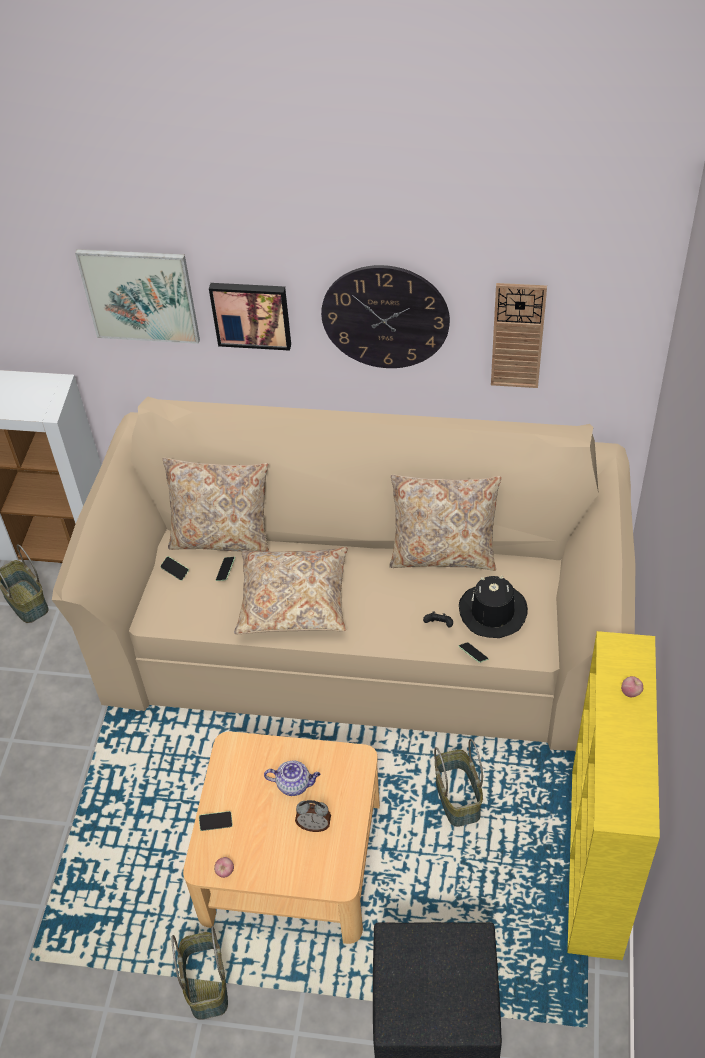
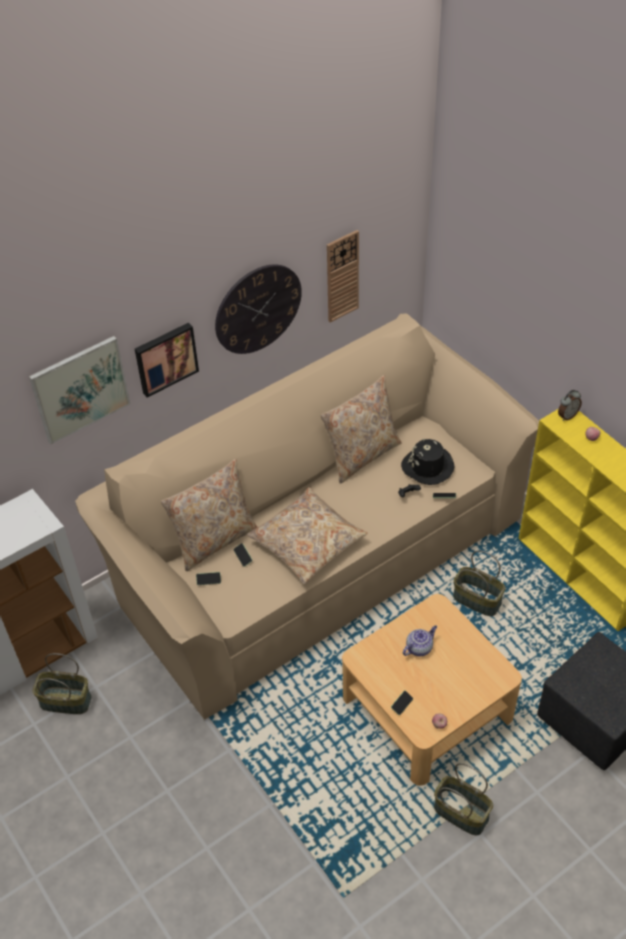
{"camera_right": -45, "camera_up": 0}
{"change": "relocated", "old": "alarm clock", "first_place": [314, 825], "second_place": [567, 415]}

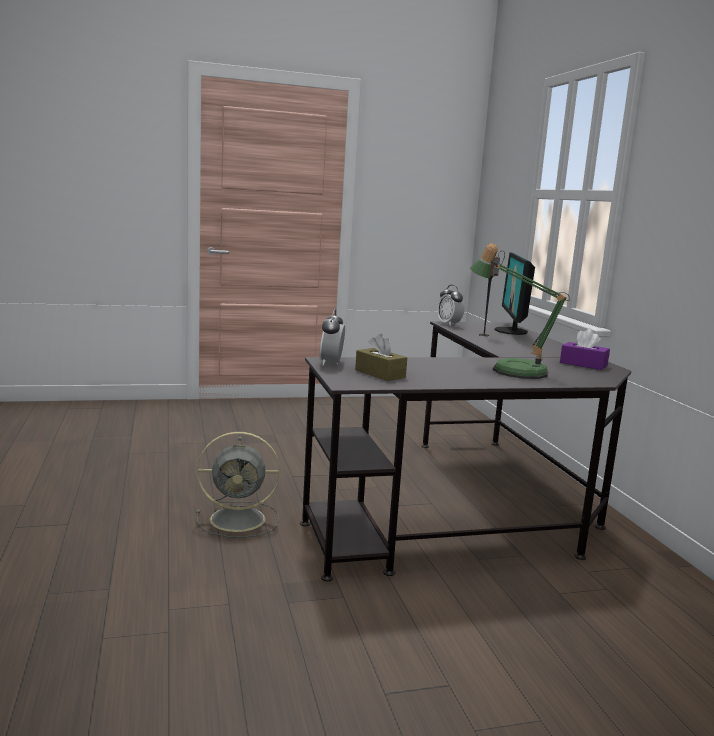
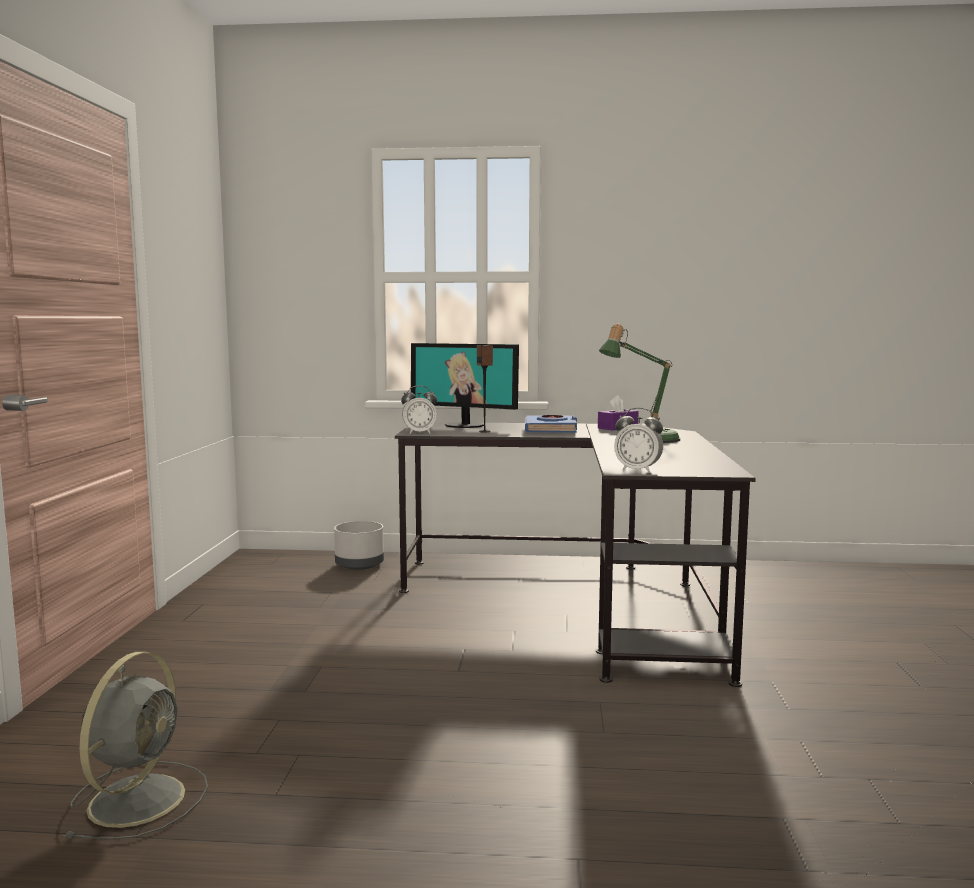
{"camera_right": -70, "camera_up": -5}
{"change": "relocated", "old": "fan (grey)", "first_place": [240, 519], "second_place": [139, 798]}
{"change": "appeared", "new": "planter (grey)", "second_place": [359, 565]}
{"change": "appeared", "new": "book (blue)", "second_place": [550, 429]}
{"change": "missing", "old": "tissue box (brown)", "first_place": [380, 374]}

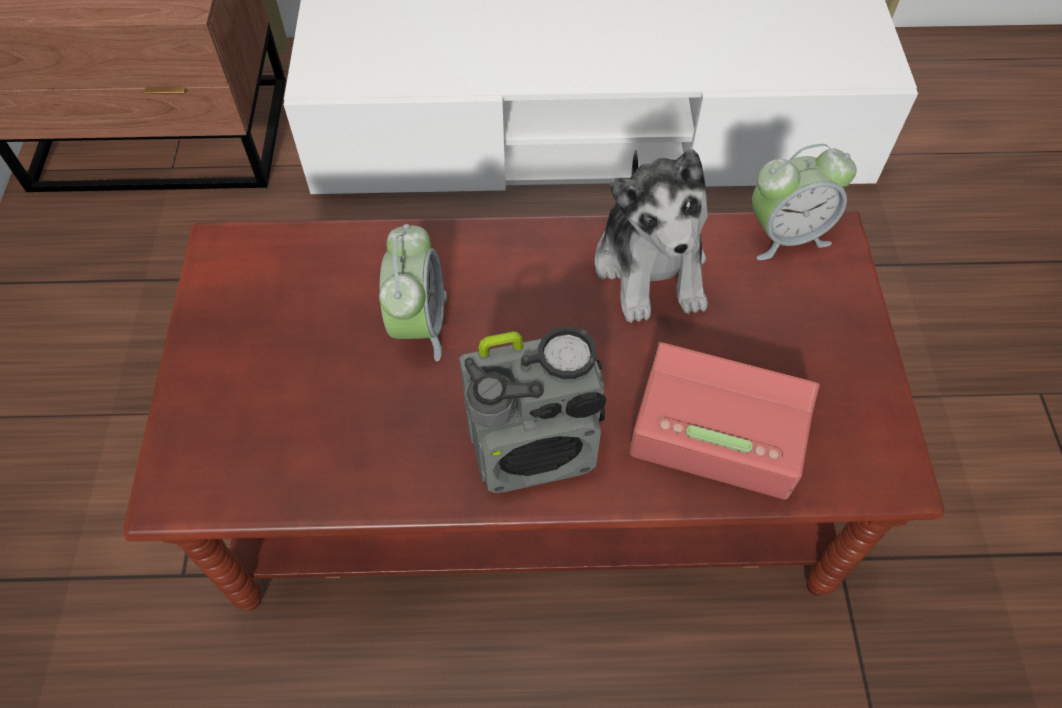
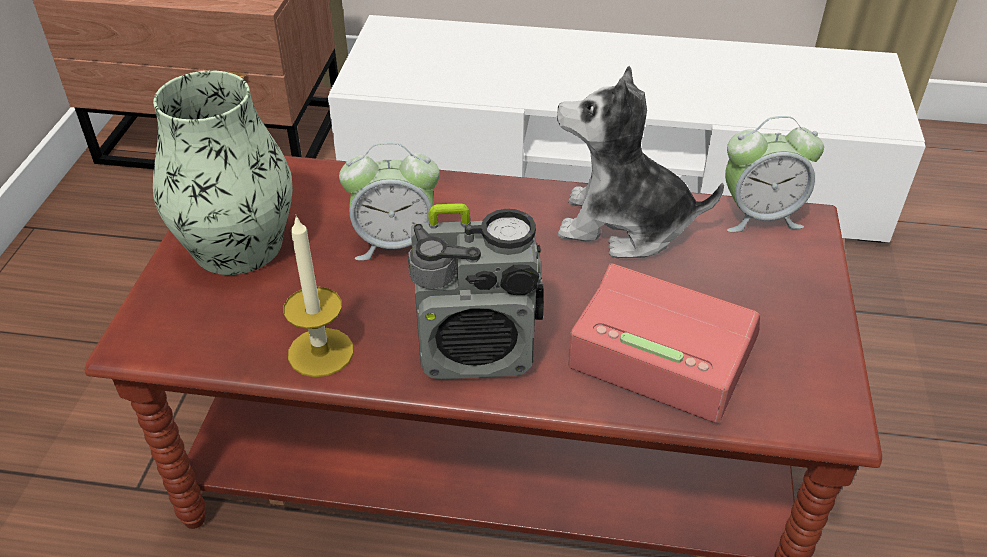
{"camera_right": 10, "camera_up": -15}
{"change": "appeared", "new": "vase", "second_place": [238, 246]}
{"change": "appeared", "new": "candle", "second_place": [320, 352]}
{"change": "spun", "old": "alarm clock", "first_place": [419, 324], "second_place": [395, 243], "degrees": 75}
{"change": "spun", "old": "plush toy", "first_place": [651, 267], "second_place": [623, 225], "degrees": 105}

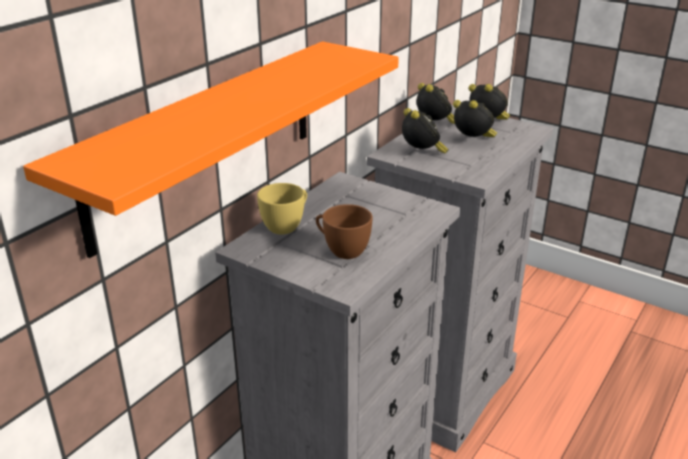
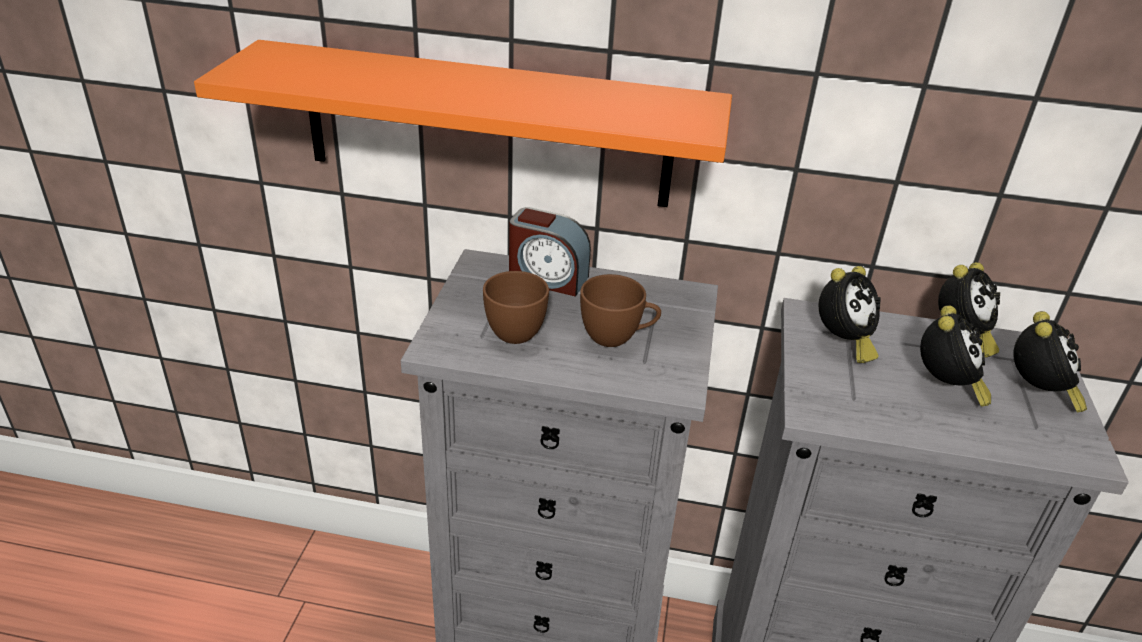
{"camera_right": 65, "camera_up": 5}
{"change": "exchanged", "old": "cup (yellow)", "new": "alarm clock", "first_place": [286, 226], "second_place": [547, 278]}
{"change": "appeared", "new": "cup (brown)", "second_place": [617, 337]}

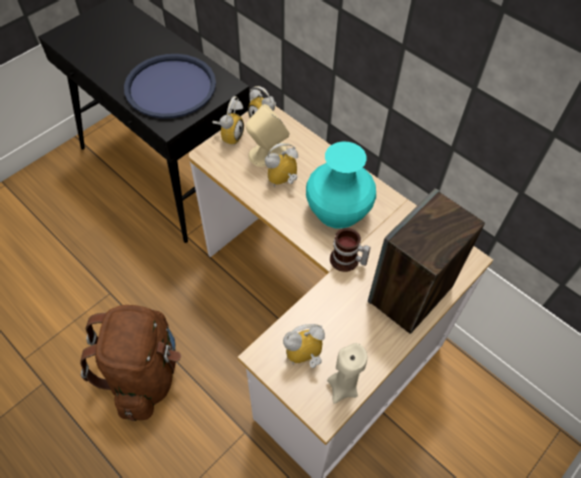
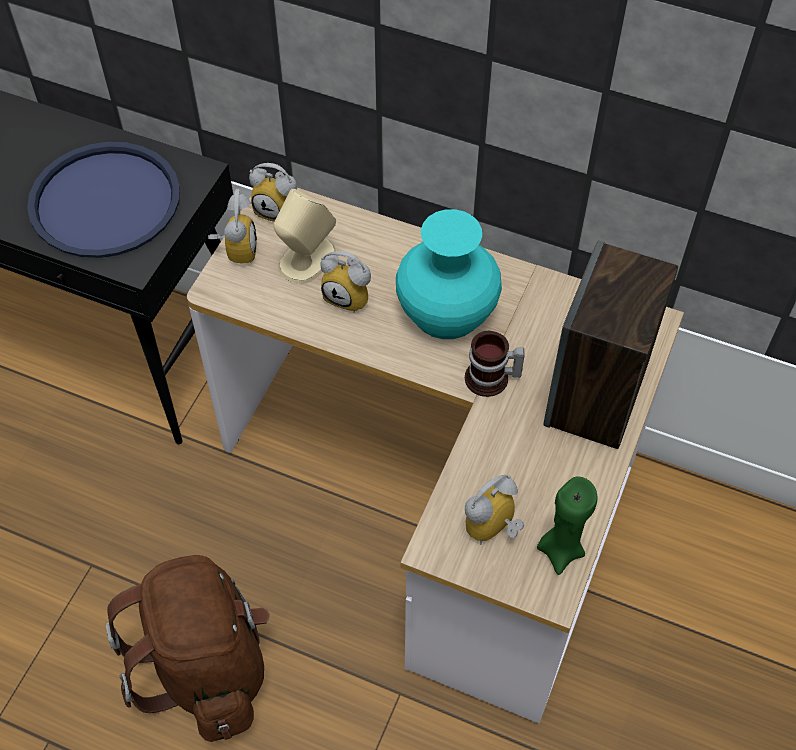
{"camera_right": -20, "camera_up": 0}
{"change": "spun", "old": "alarm clock", "first_place": [283, 182], "second_place": [350, 296], "degrees": -105}
{"change": "colour", "old": "candle (beige)", "new": "candle (green)", "first_place": [343, 387], "second_place": [560, 549]}

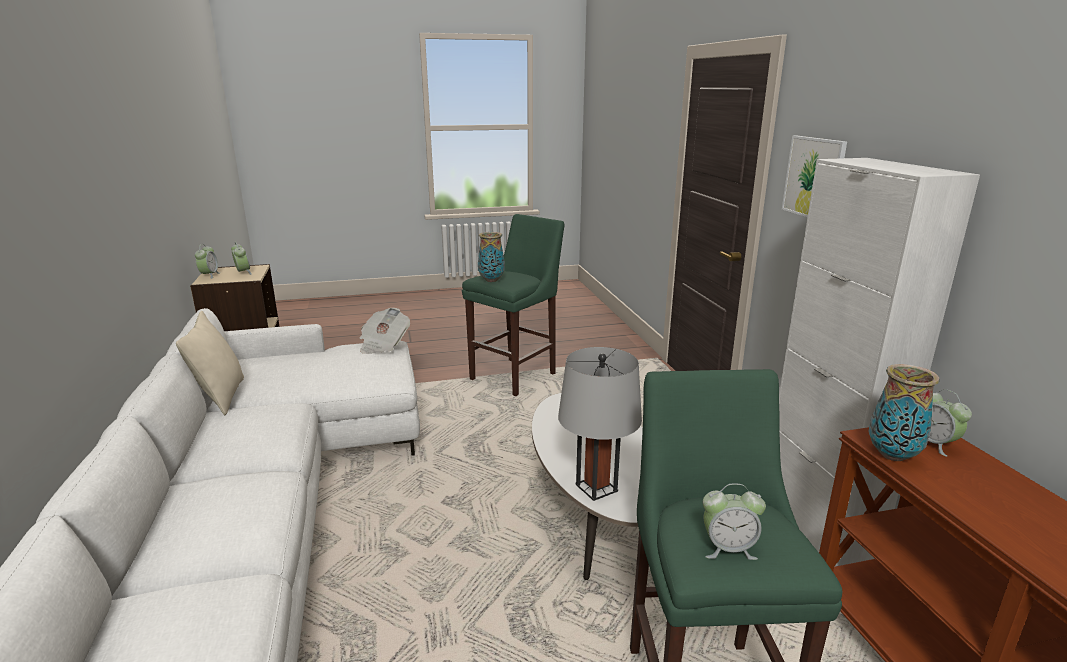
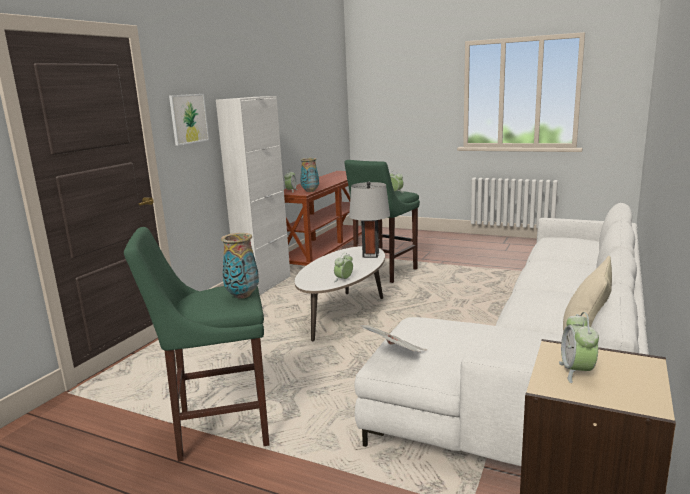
{"camera_right": -140, "camera_up": -5}
{"change": "relocated", "old": "alarm clock", "first_place": [209, 275], "second_place": [344, 280]}

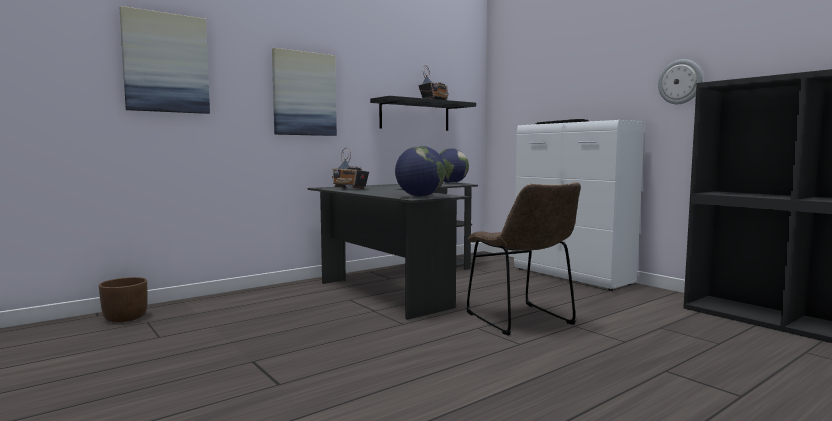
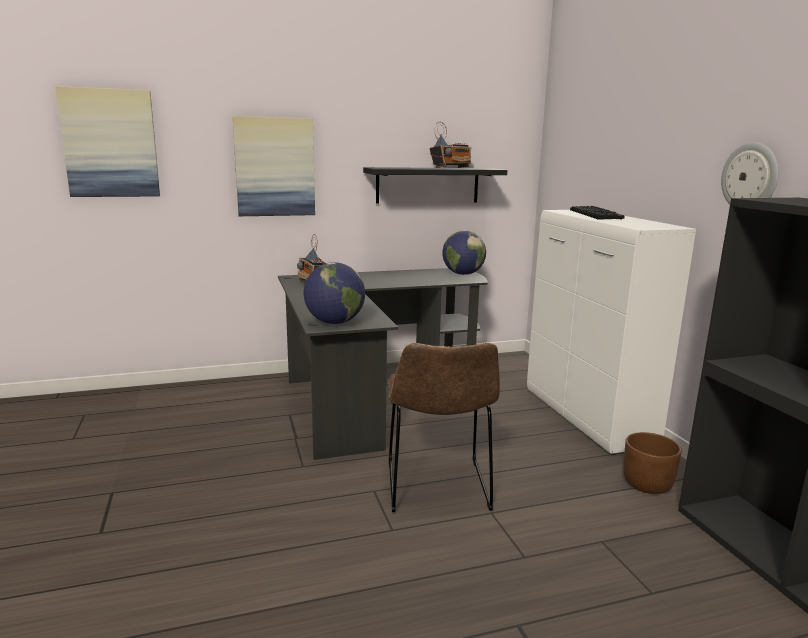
{"camera_right": 20, "camera_up": 10}
{"change": "relocated", "old": "planter (brown)", "first_place": [125, 318], "second_place": [647, 485]}

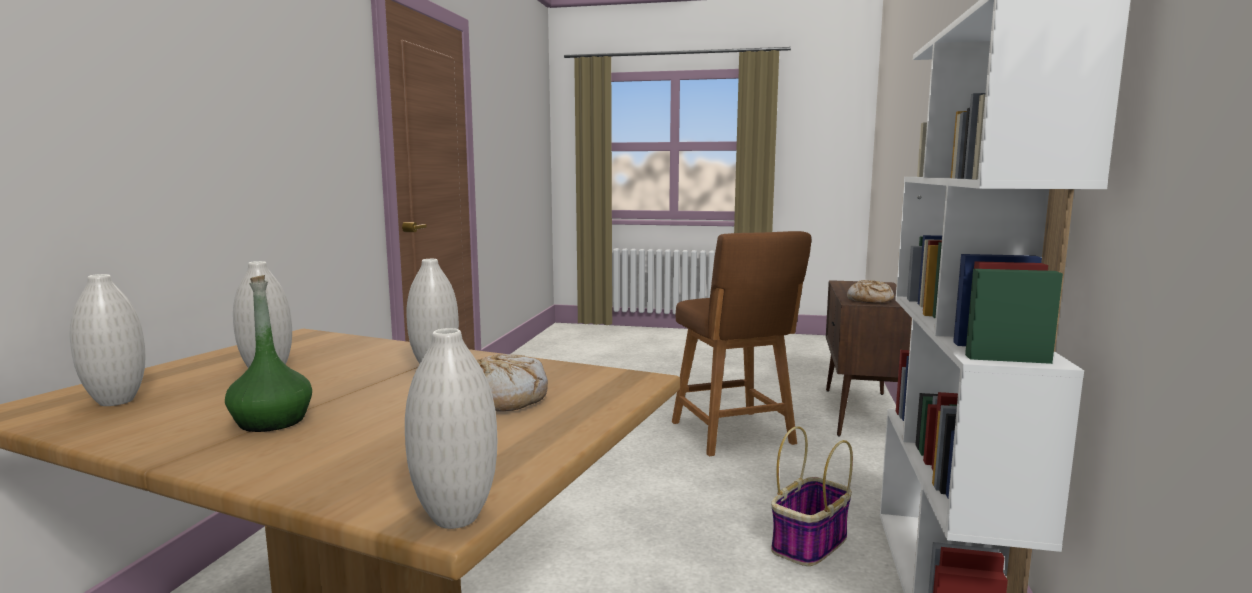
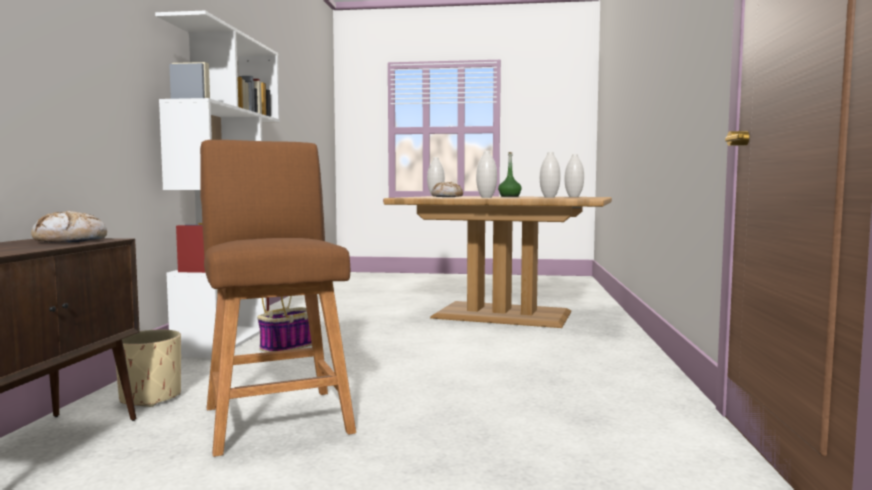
{"camera_right": 175, "camera_up": -5}
{"change": "appeared", "new": "planter (beige)", "second_place": [150, 398]}

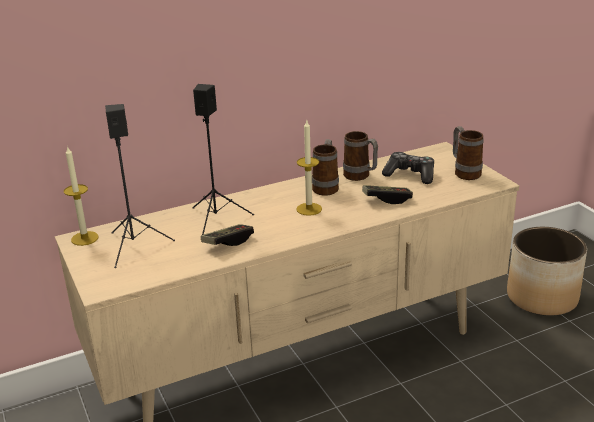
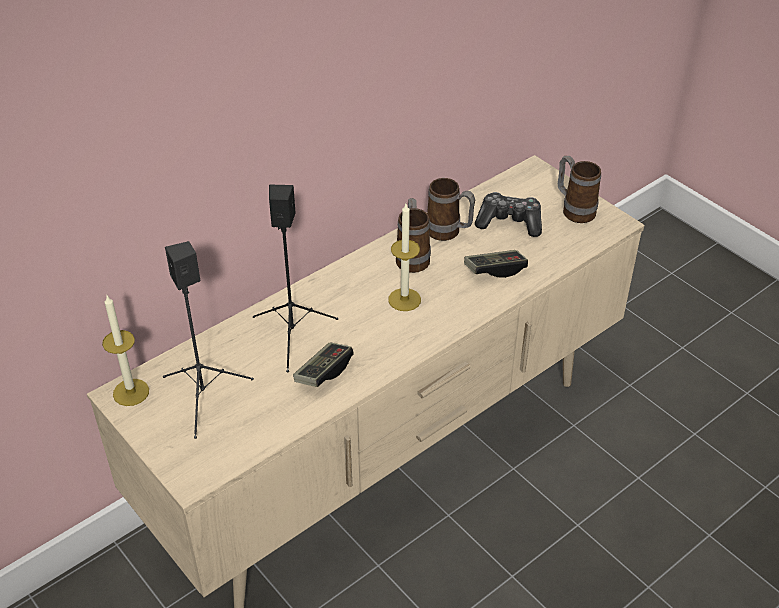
{"camera_right": -15, "camera_up": 15}
{"change": "missing", "old": "planter", "first_place": [541, 297]}

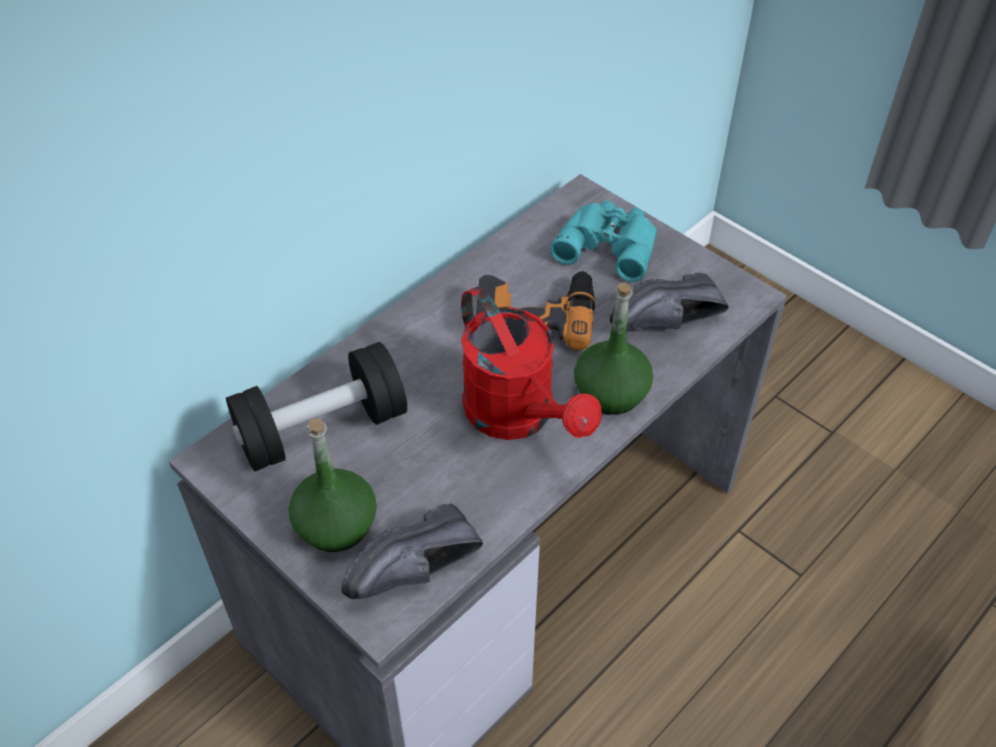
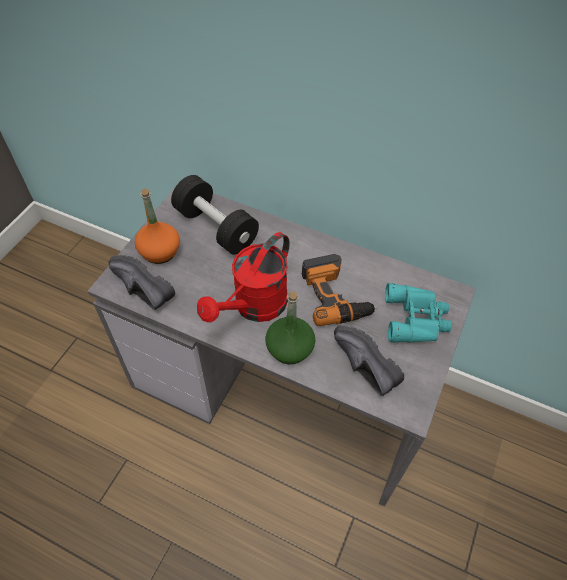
{"camera_right": 70, "camera_up": 5}
{"change": "colour", "old": "bottle (green)", "new": "bottle (orange)", "first_place": [336, 525], "second_place": [160, 251]}

